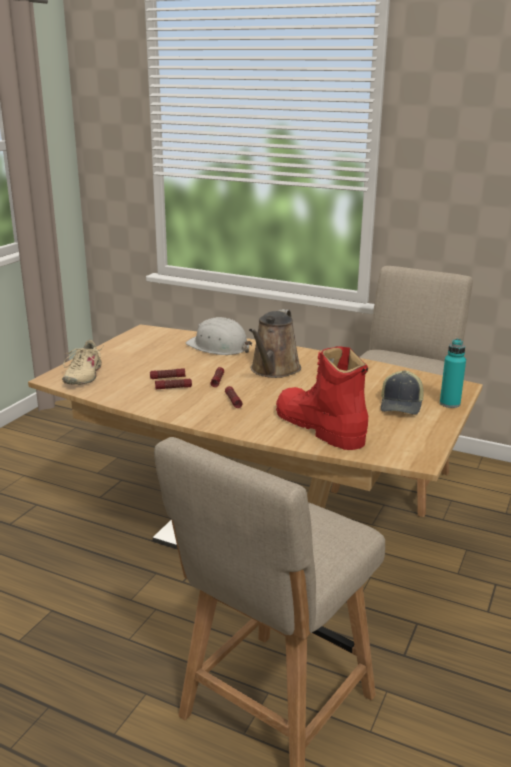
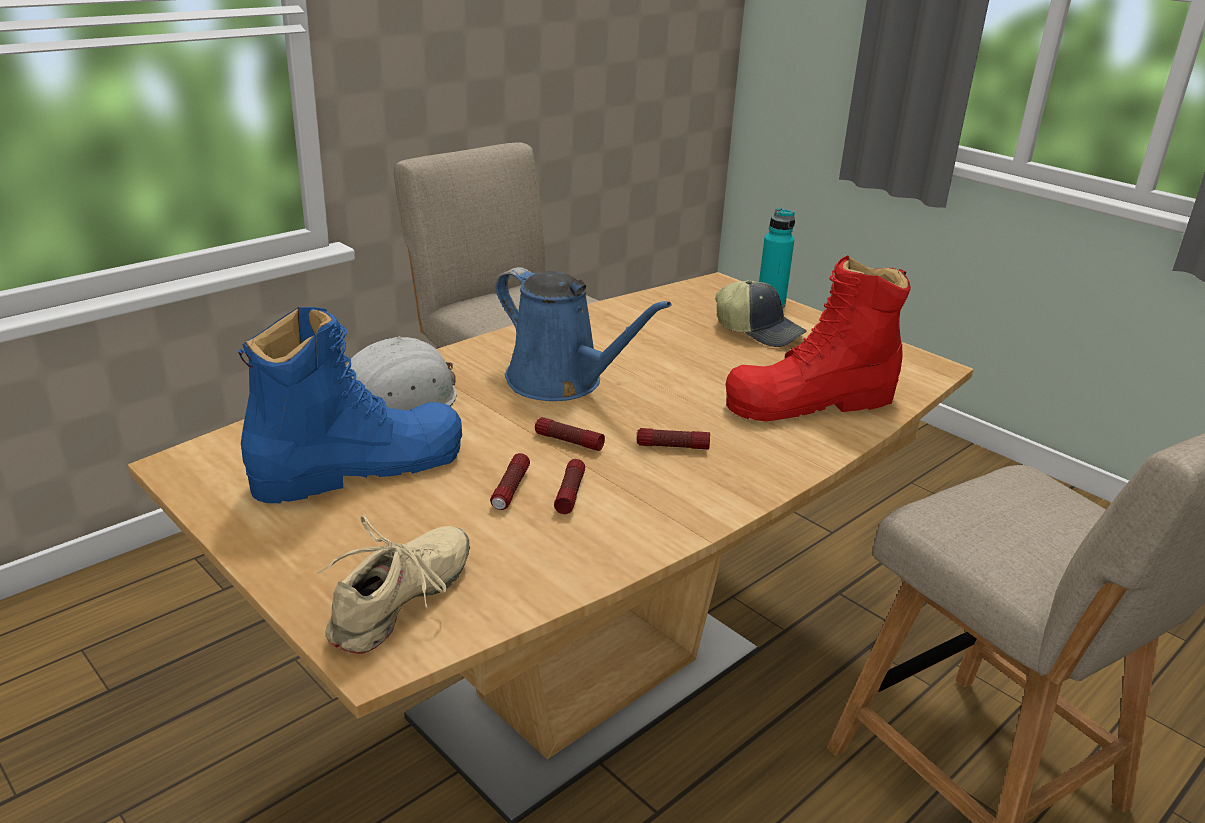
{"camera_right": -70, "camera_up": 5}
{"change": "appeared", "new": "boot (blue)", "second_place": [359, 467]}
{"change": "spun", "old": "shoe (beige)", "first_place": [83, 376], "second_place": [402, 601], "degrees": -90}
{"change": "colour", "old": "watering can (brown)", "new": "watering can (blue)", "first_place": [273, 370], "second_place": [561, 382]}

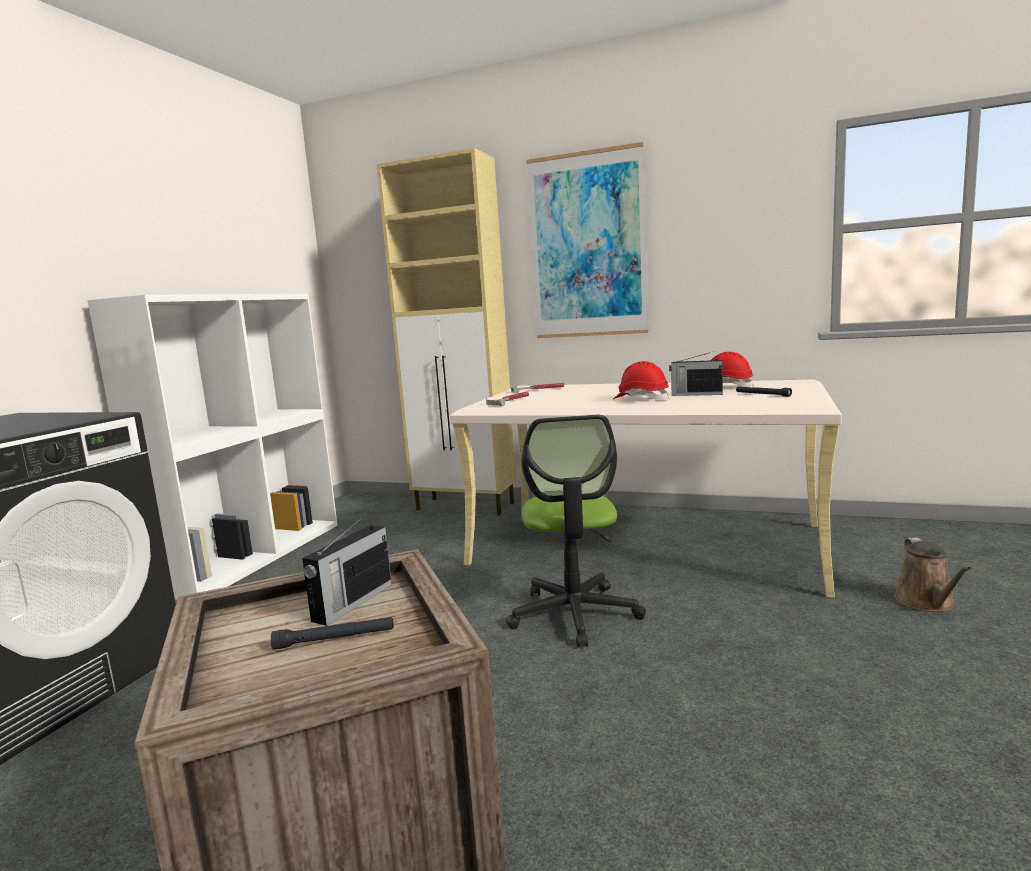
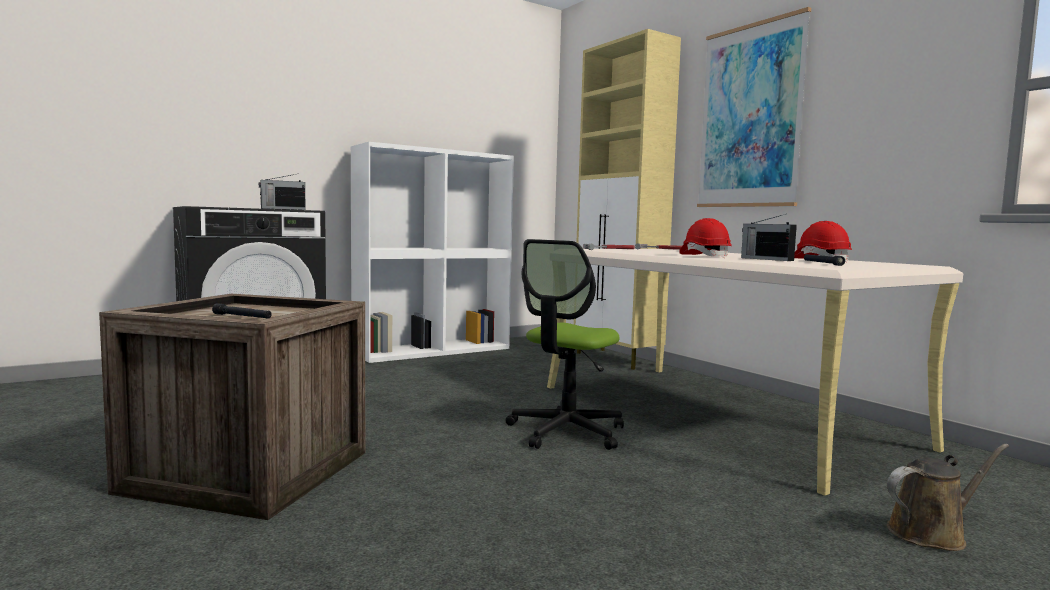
{"camera_right": 35, "camera_up": -5}
{"change": "relocated", "old": "radio", "first_place": [351, 603], "second_place": [282, 209]}
{"change": "spun", "old": "watering can (brown)", "first_place": [927, 602], "second_place": [932, 533], "degrees": -150}

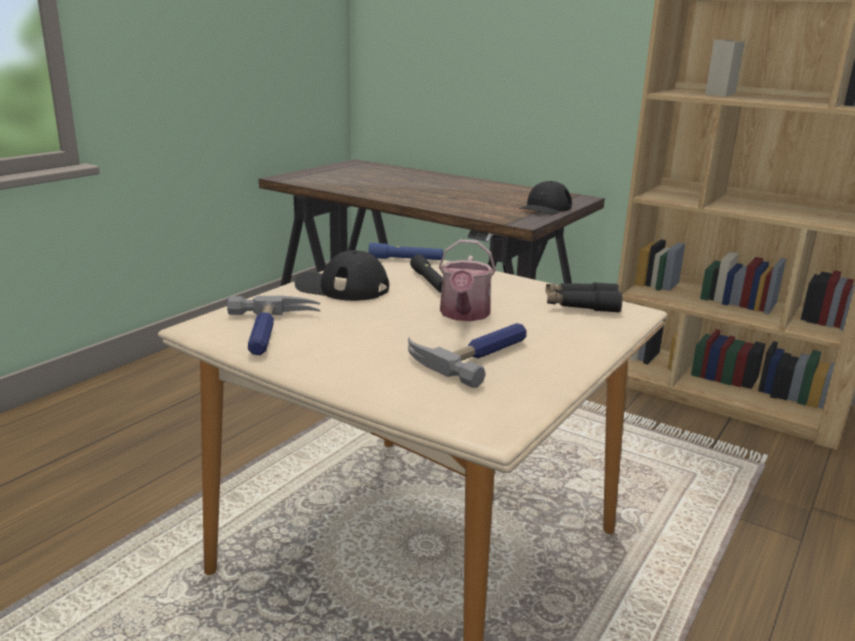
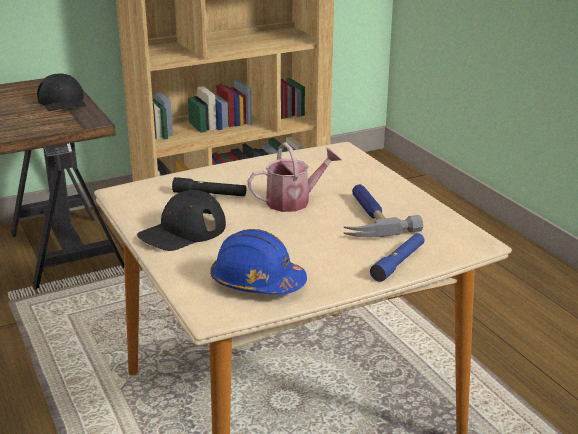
{"camera_right": -60, "camera_up": 5}
{"change": "exchanged", "old": "hammer", "new": "hard hat (blue)", "first_place": [270, 332], "second_place": [257, 282]}
{"change": "spun", "old": "watering can", "first_place": [464, 315], "second_place": [294, 201], "degrees": -60}
{"change": "relocated", "old": "flashlight (blue)", "first_place": [406, 259], "second_place": [398, 263]}
{"change": "missing", "old": "binoculars (black)", "first_place": [581, 305]}

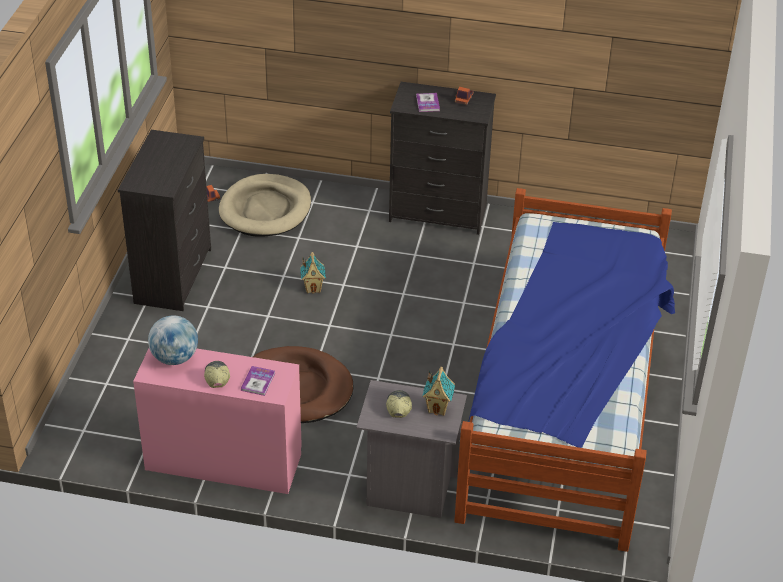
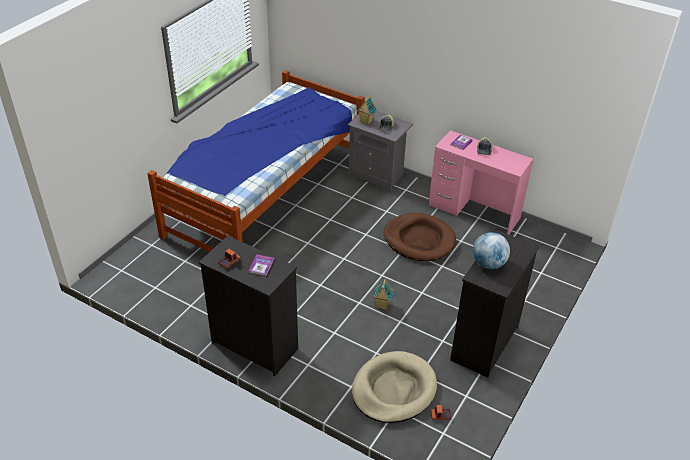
{"camera_right": -160, "camera_up": 0}
{"change": "relocated", "old": "globe", "first_place": [175, 358], "second_place": [488, 264]}

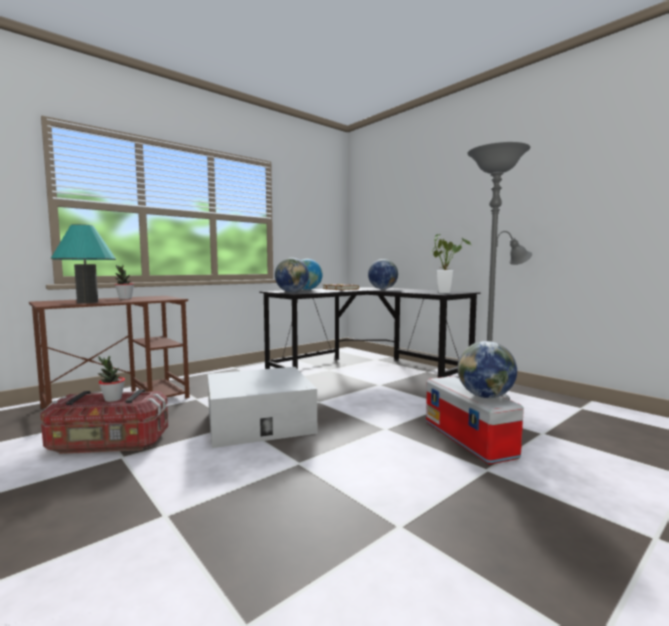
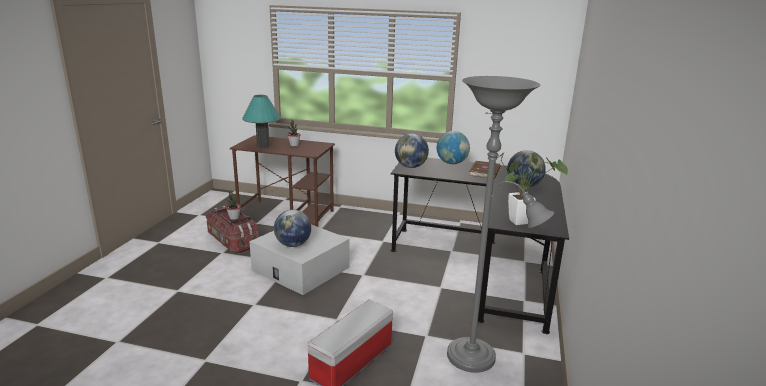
{"camera_right": 55, "camera_up": 15}
{"change": "relocated", "old": "globe", "first_place": [485, 396], "second_place": [293, 245]}

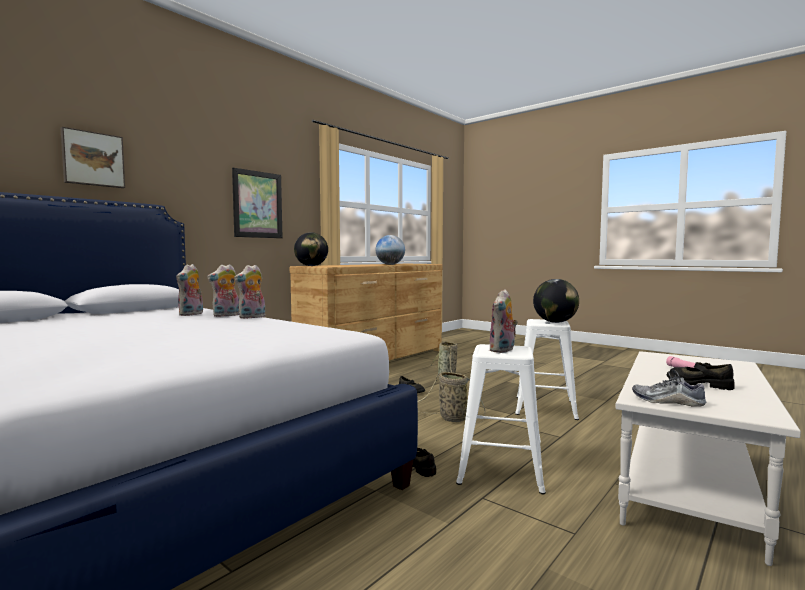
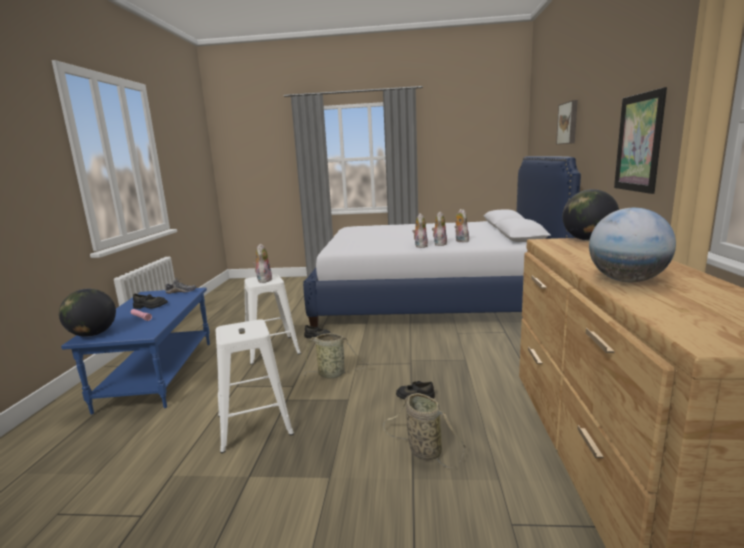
{"camera_right": 145, "camera_up": 10}
{"change": "relocated", "old": "globe", "first_place": [555, 322], "second_place": [93, 334]}
{"change": "colour", "old": "coffee table (white)", "new": "coffee table (blue)", "first_place": [691, 487], "second_place": [158, 374]}

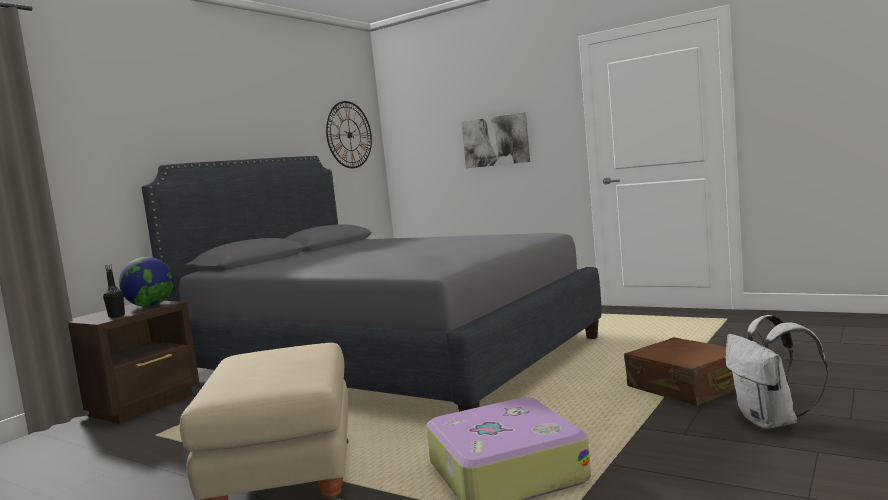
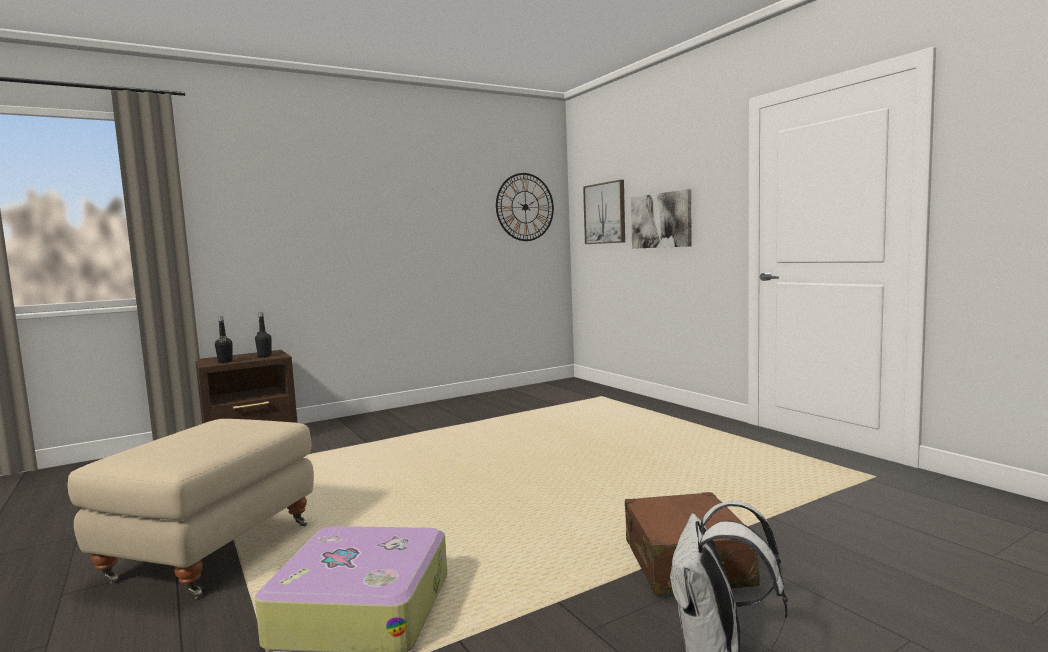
{"camera_right": 25, "camera_up": 0}
{"change": "exchanged", "old": "globe", "new": "bottle (black)", "first_place": [150, 306], "second_place": [264, 356]}
{"change": "appeared", "new": "picture", "second_place": [605, 213]}
{"change": "missing", "old": "bed (grey)", "first_place": [388, 360]}

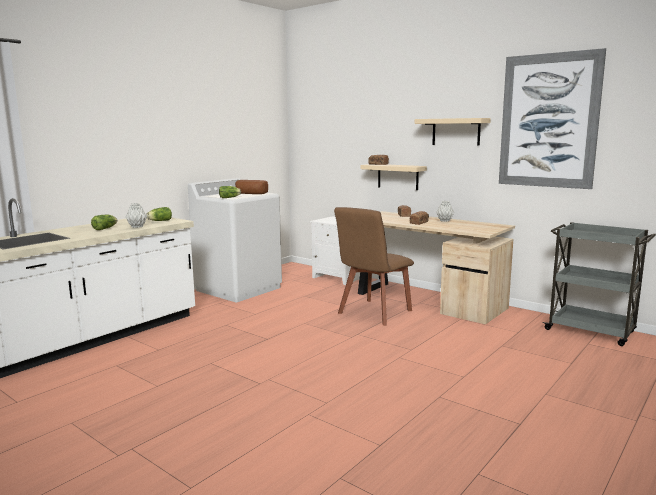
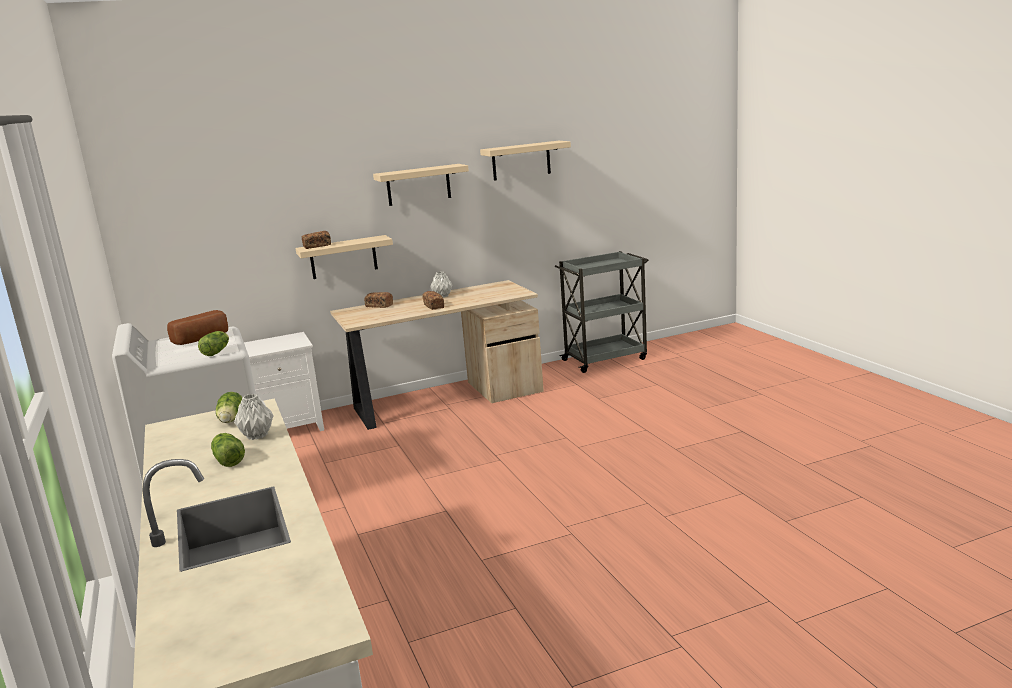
{"camera_right": -60, "camera_up": 5}
{"change": "exchanged", "old": "picture", "new": "shelf (beige)", "first_place": [548, 121], "second_place": [521, 160]}
{"change": "missing", "old": "chair (brown)", "first_place": [373, 313]}

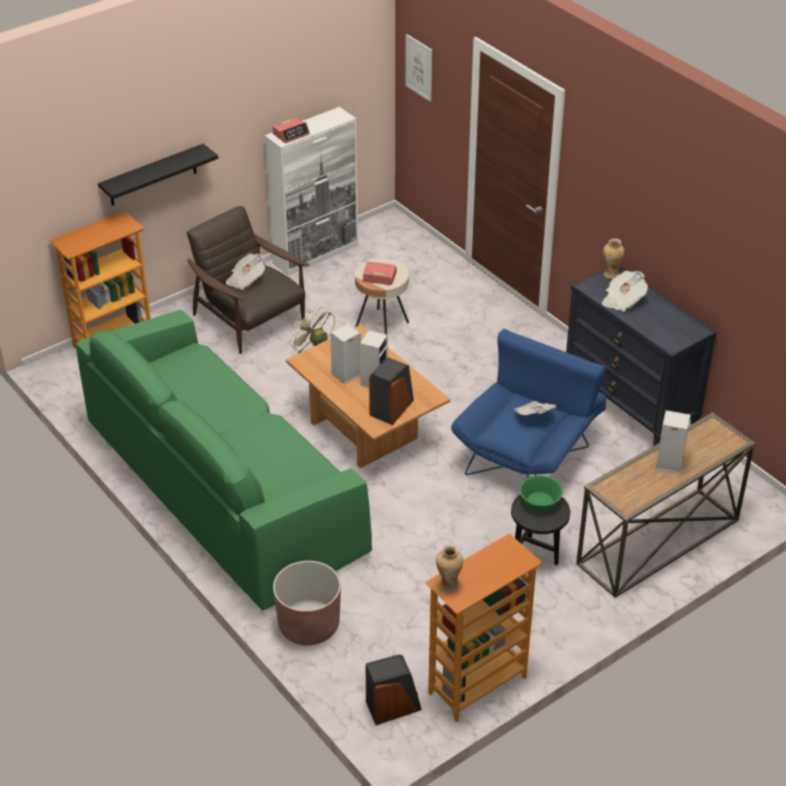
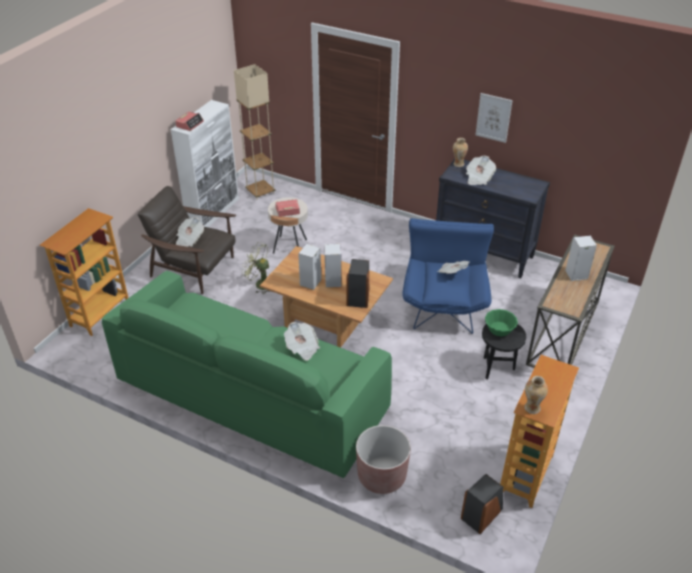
{"camera_right": -25, "camera_up": 0}
{"change": "appeared", "new": "floor lamp (beige)", "second_place": [260, 191]}
{"change": "appeared", "new": "newspaper", "second_place": [302, 348]}
{"change": "relocated", "old": "picture", "first_place": [419, 67], "second_place": [493, 117]}
{"change": "missing", "old": "shelf (black)", "first_place": [152, 175]}

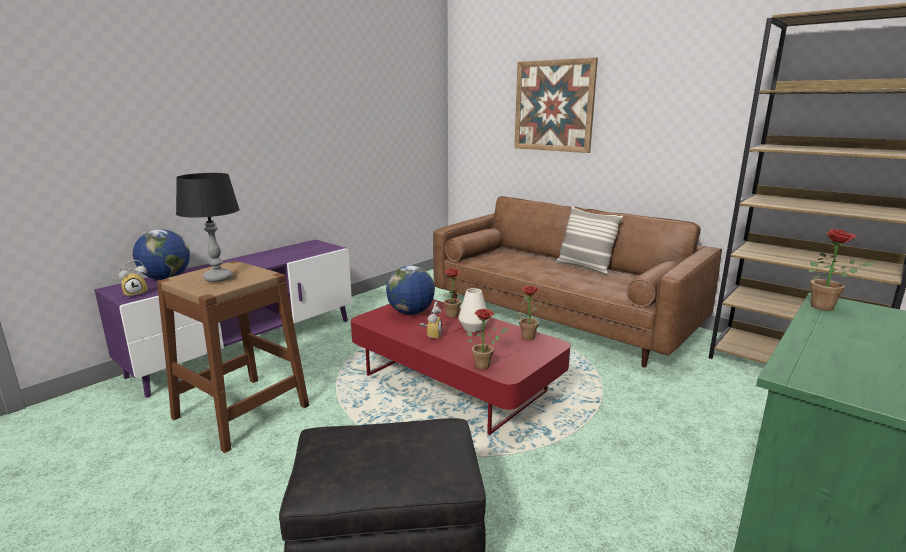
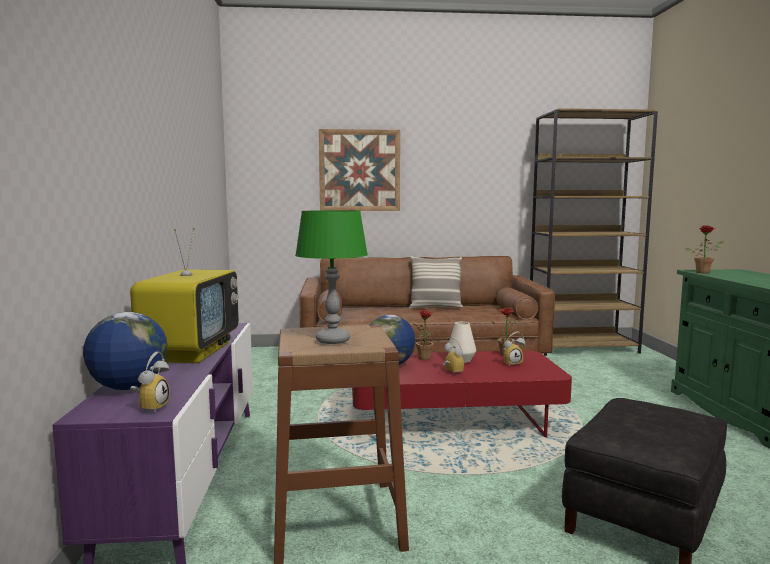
{"camera_right": -45, "camera_up": -10}
{"change": "appeared", "new": "television", "second_place": [191, 352]}
{"change": "colour", "old": "table lamp (black)", "new": "table lamp (green)", "first_place": [218, 278], "second_place": [333, 340]}
{"change": "appeared", "new": "alarm clock", "second_place": [512, 364]}
{"change": "missing", "old": "potted plant", "first_place": [485, 365]}

